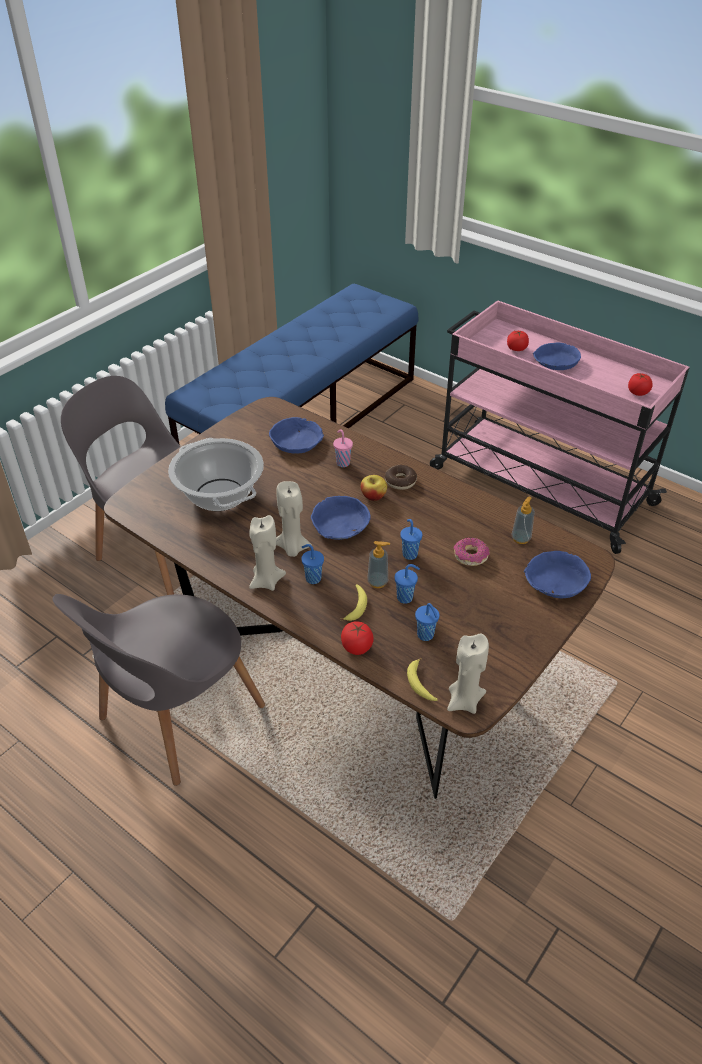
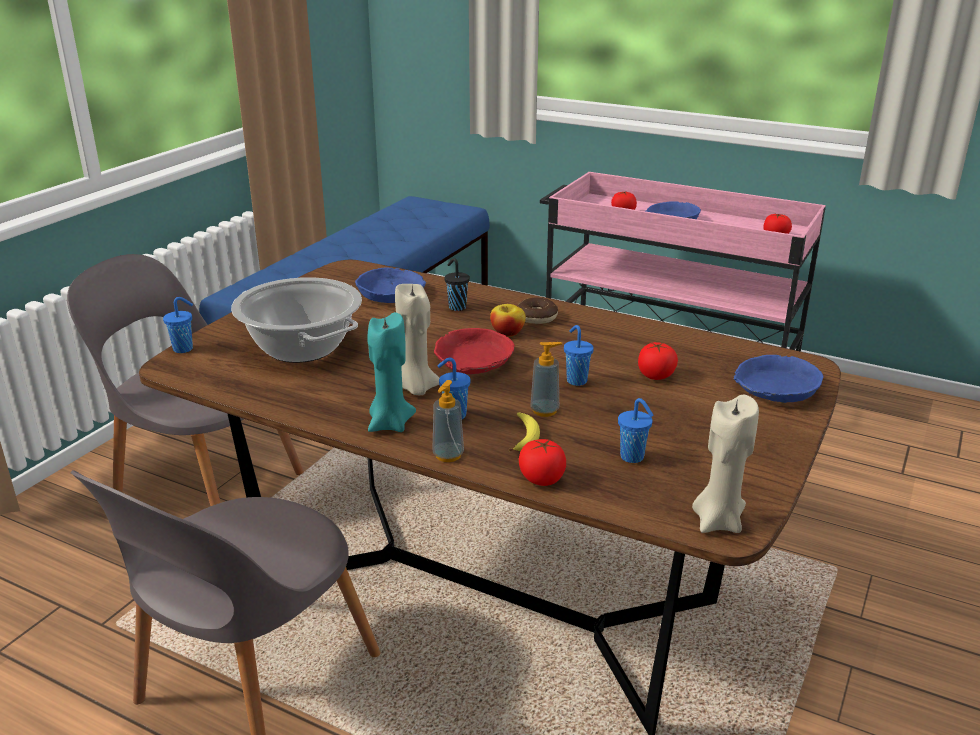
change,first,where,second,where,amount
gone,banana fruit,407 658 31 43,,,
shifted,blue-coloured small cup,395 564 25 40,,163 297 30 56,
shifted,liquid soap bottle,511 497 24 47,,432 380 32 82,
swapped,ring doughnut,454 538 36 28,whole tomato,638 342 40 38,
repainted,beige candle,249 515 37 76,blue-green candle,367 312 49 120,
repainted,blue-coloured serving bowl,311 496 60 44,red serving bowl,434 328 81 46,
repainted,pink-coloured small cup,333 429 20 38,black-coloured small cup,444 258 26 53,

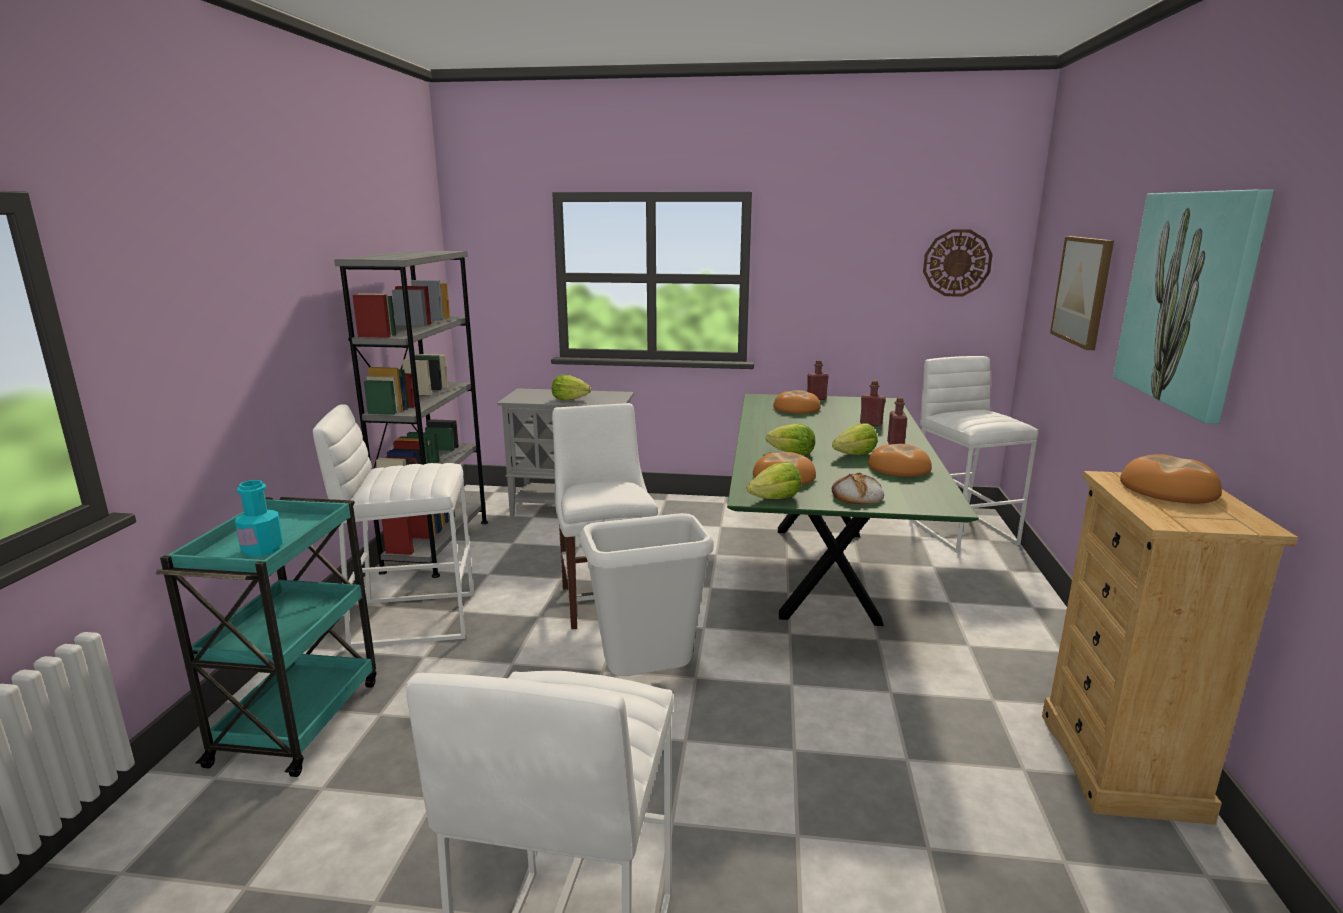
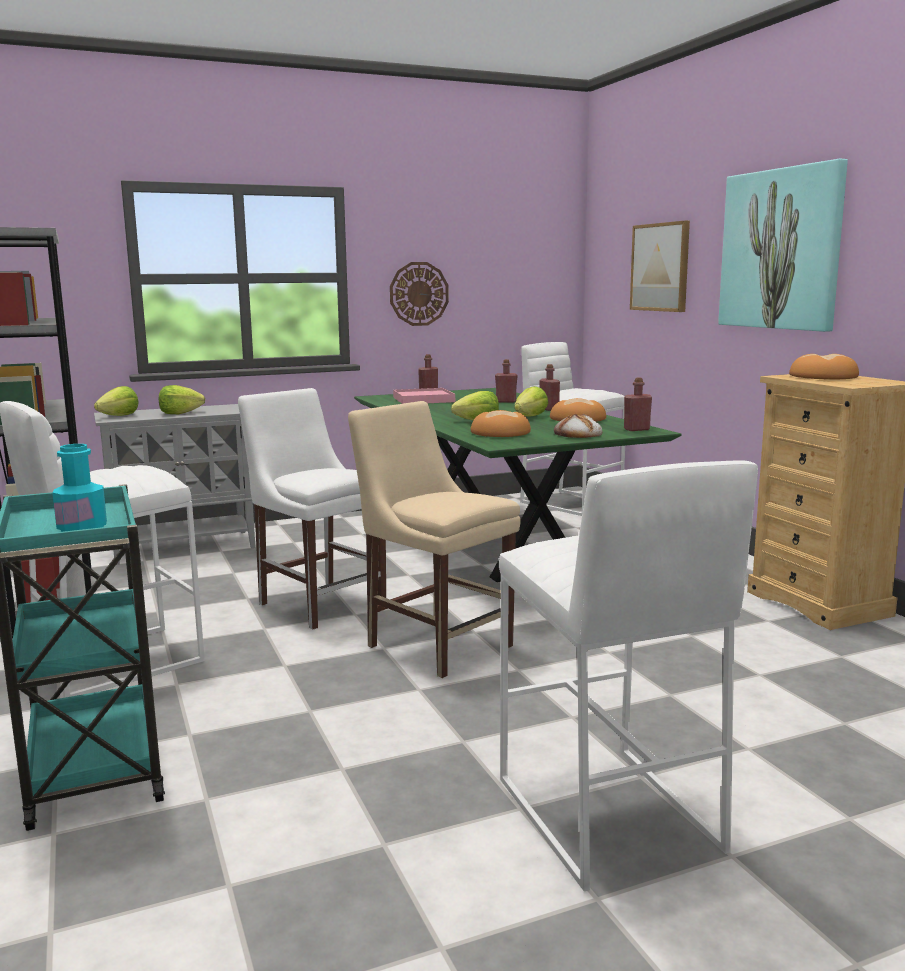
change,first,where,second,where,amount
new,,,red bottle,624 377 28 54,
shifted,lettuce head,747 462 54 37,,94 386 45 30,
shifted,clock on the wall,923 229 70 68,,390 262 59 64,
swapped,white-coloured waste bin,580 513 134 163,beige upright chair,348 401 173 277,
swapped,baked bread,773 390 48 24,pink-coloured serving tray,393 388 62 16,

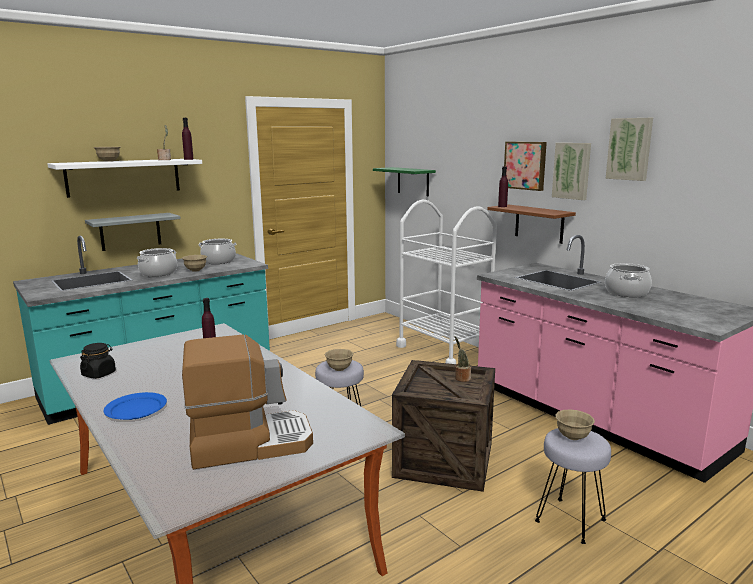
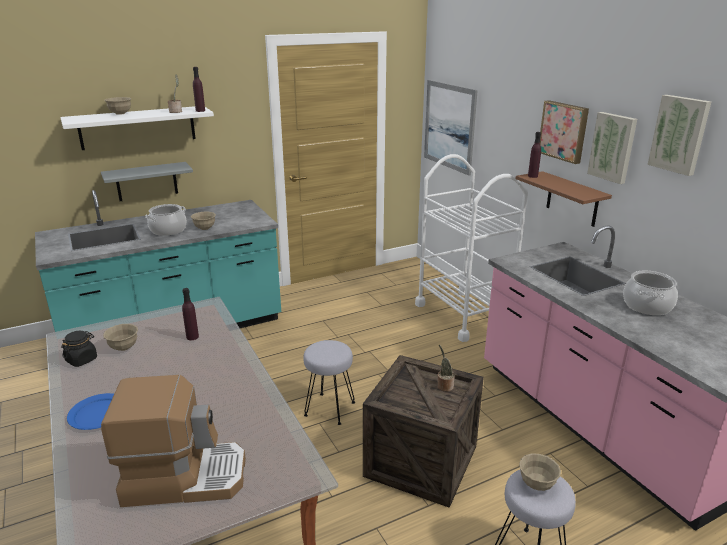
change,first,where,second,where,amount
gone,cooking pot,199 239 38 25,,,
shifted,beige serving bowl,325 349 29 22,,103 324 35 27,
swapped,green bracket shelf,373 167 63 29,wall picture,424 80 54 96,

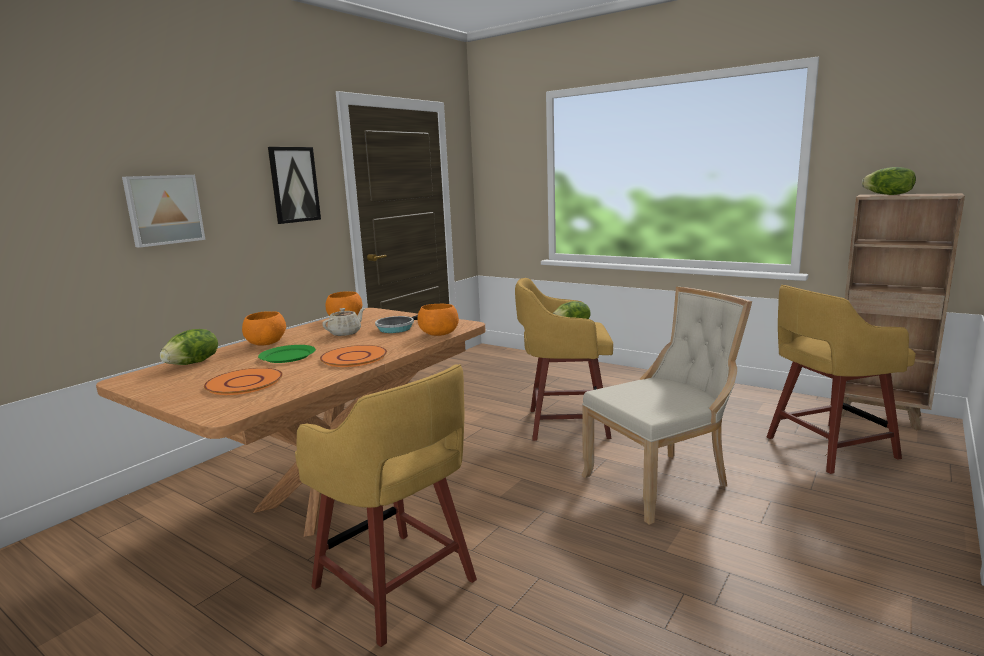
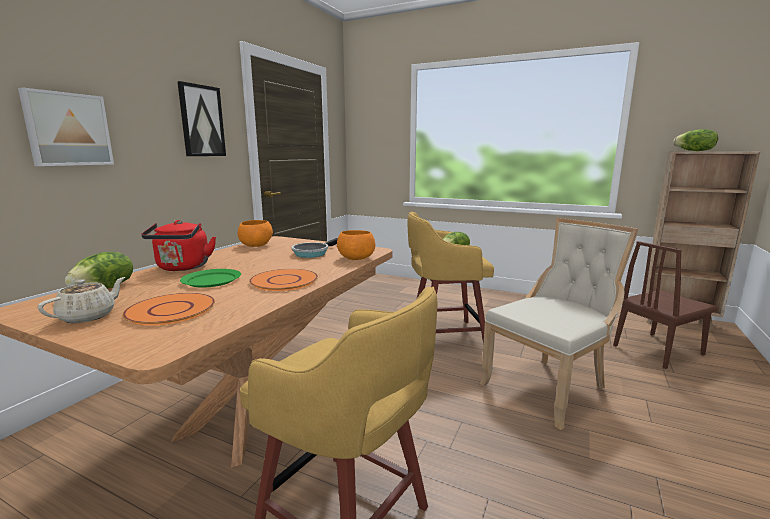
change,first,where,second,where,amount
shifted,beige teapot,322 308 43 28,,38 277 87 46,
swapped,orangey serving bowl,242 311 44 35,red kettle,141 220 75 51,
swapped,yellow-coloured stool seat,767 285 149 189,brown upright chair,613 241 105 128,

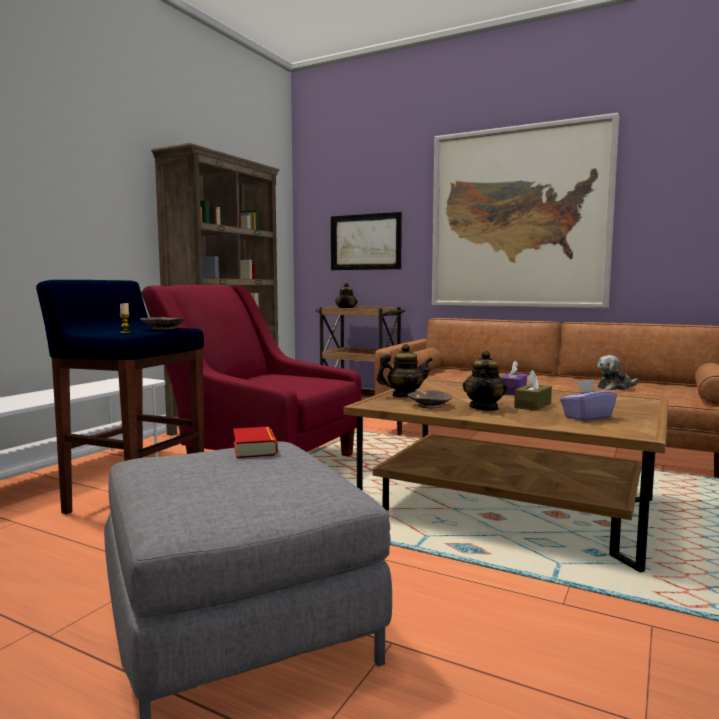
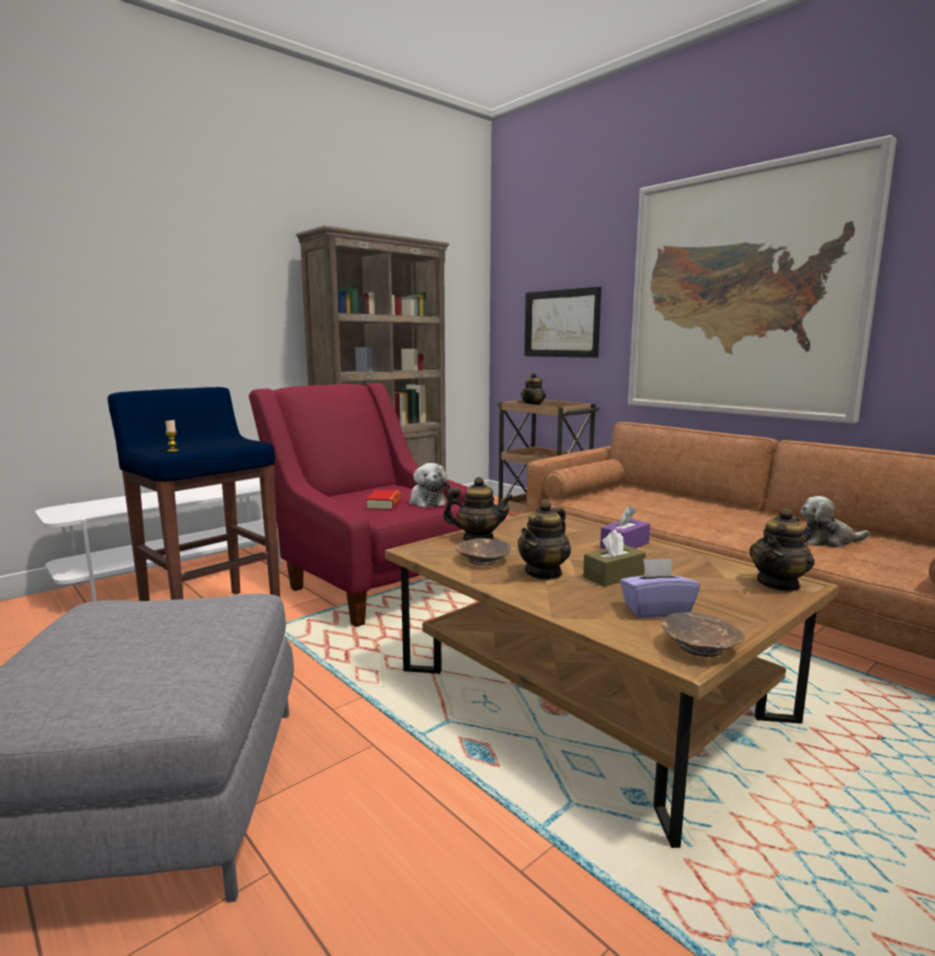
change,first,where,second,where,amount
new,,,cuddly toy,409 463 41 44,
new,,,teapot,749 508 66 84,
shifted,brown serving bowl,140 317 46 13,,662 612 83 45,
shifted,book,233 426 45 32,,366 490 35 20,

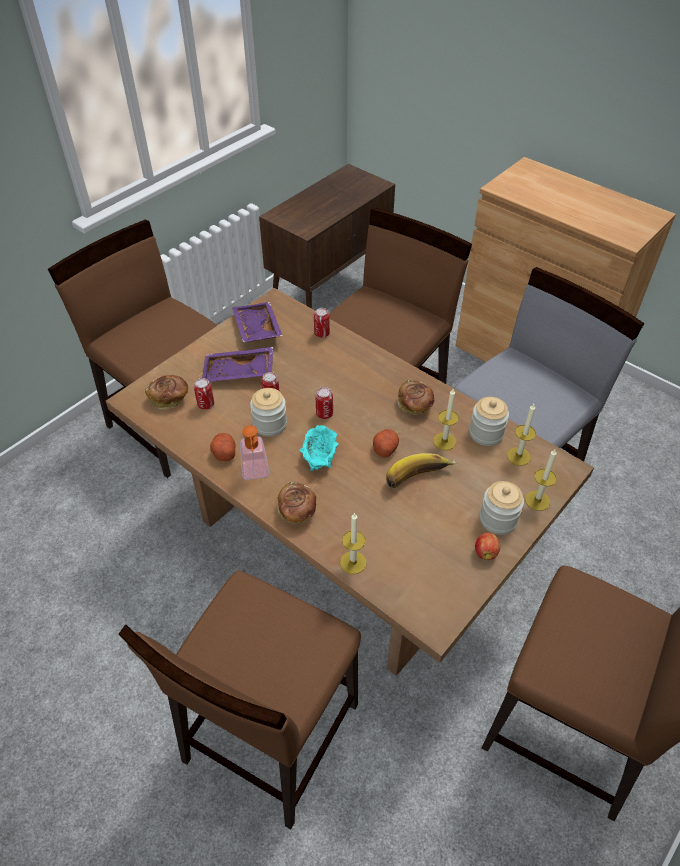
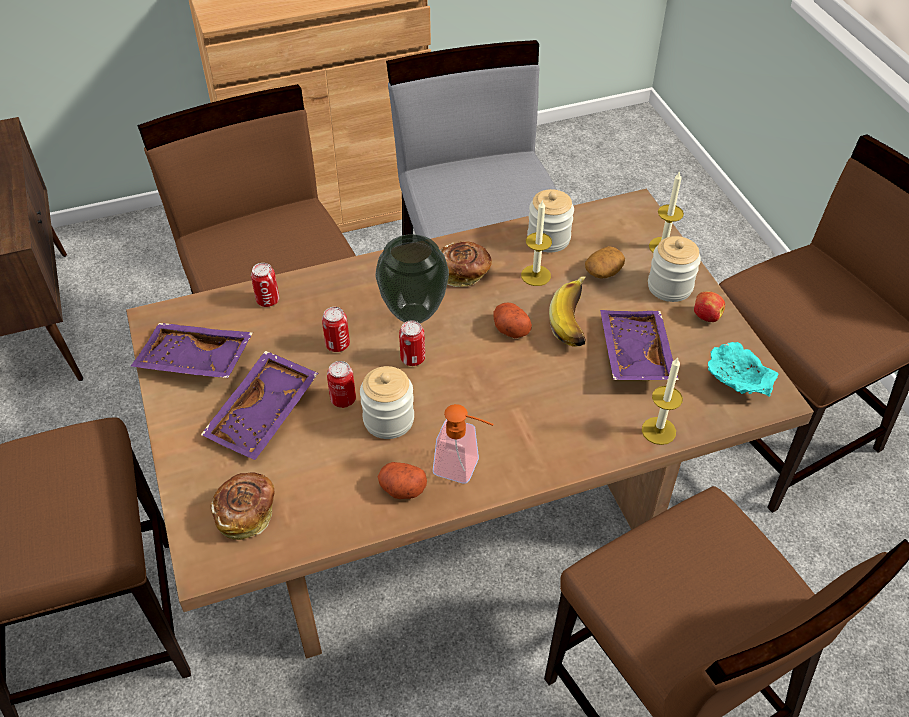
change,first,where,second,where,amount
gone,baked bread,277 482 39 42,,,
gone,candle,507 404 29 62,,,
new,,,vase,376 234 73 89,
new,,,spud,585 246 40 32,
new,,,purplish serving tray,600 310 79 70,
shifted,can,194 378 20 32,,322 307 28 45,
shifted,blue-green serving bowl,299 425 39 46,,708 342 71 55,

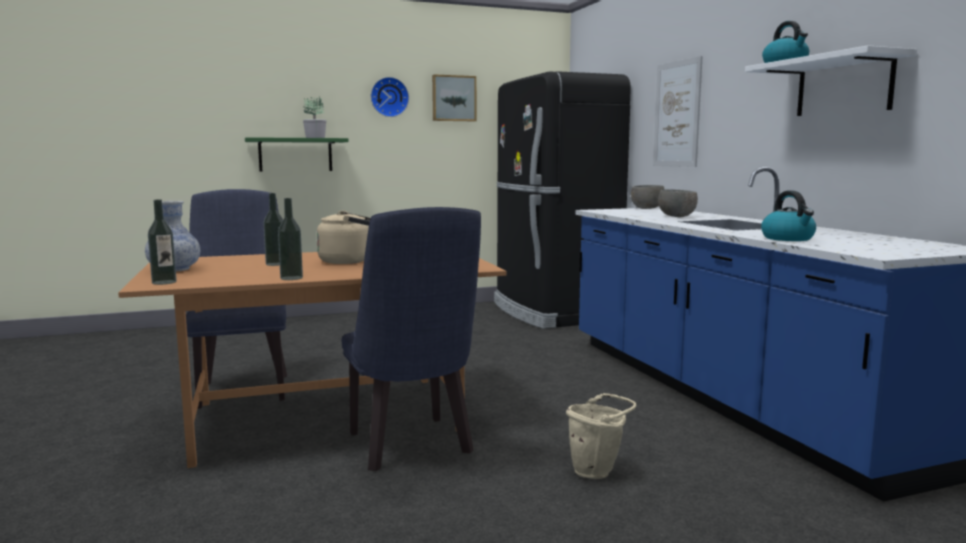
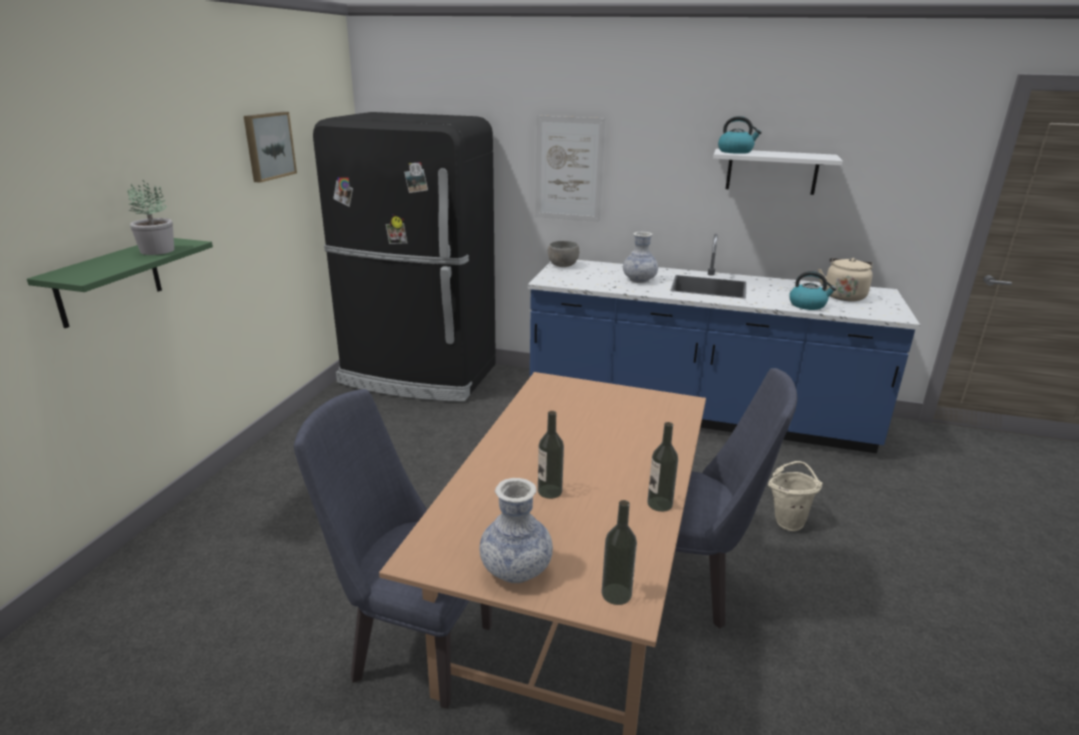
change,first,where,second,where,amount
gone,clock on the wall,371 77 38 40,,,
shifted,beige kettle,317 211 54 53,,818 258 55 43,
swapped,grey serving bowl,658 189 40 28,vase,623 232 35 51,

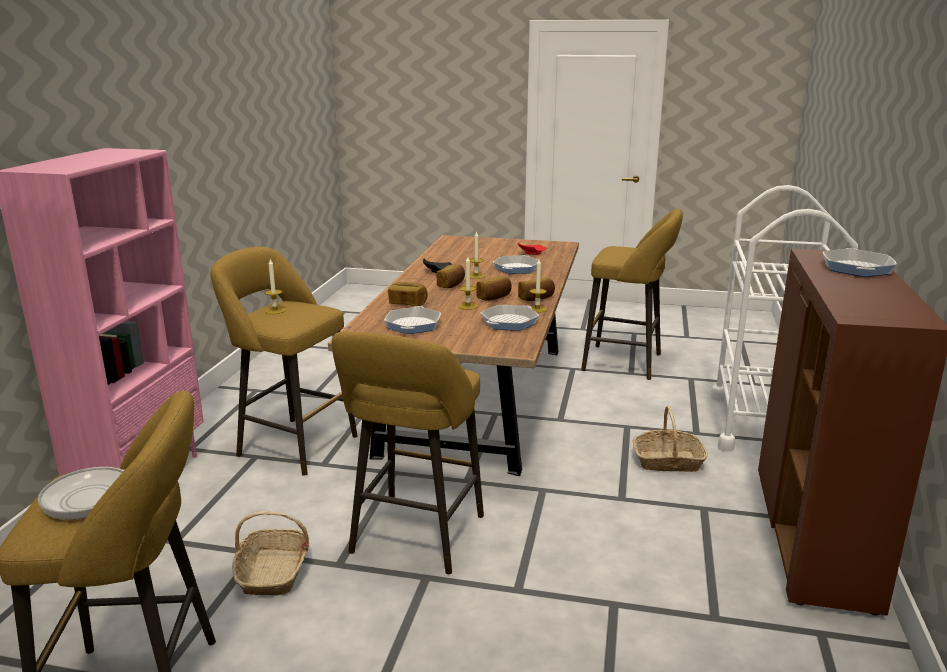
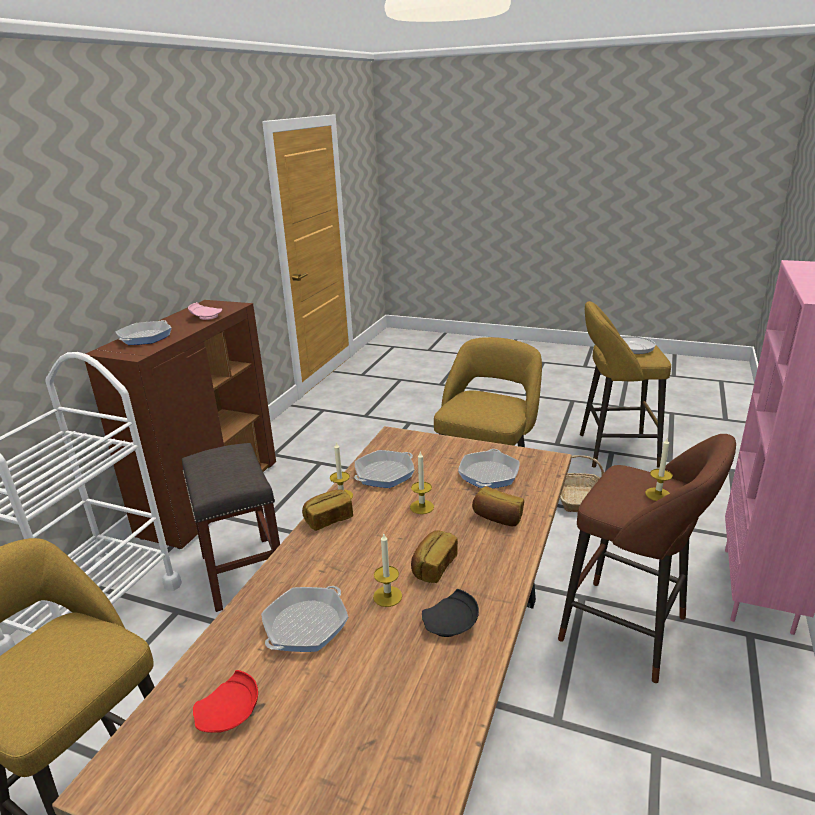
change,first,where,second,where,amount
gone,baked bread,476 276 36 25,,,
new,,,pink-coloured dinner plate,188 302 34 18,
swapped,storage basket,632 406 76 66,grey stool seat,182 443 98 169,
repainted,yellow-coloured stool seat,210 247 148 228,brown stool seat,558 434 178 249,

